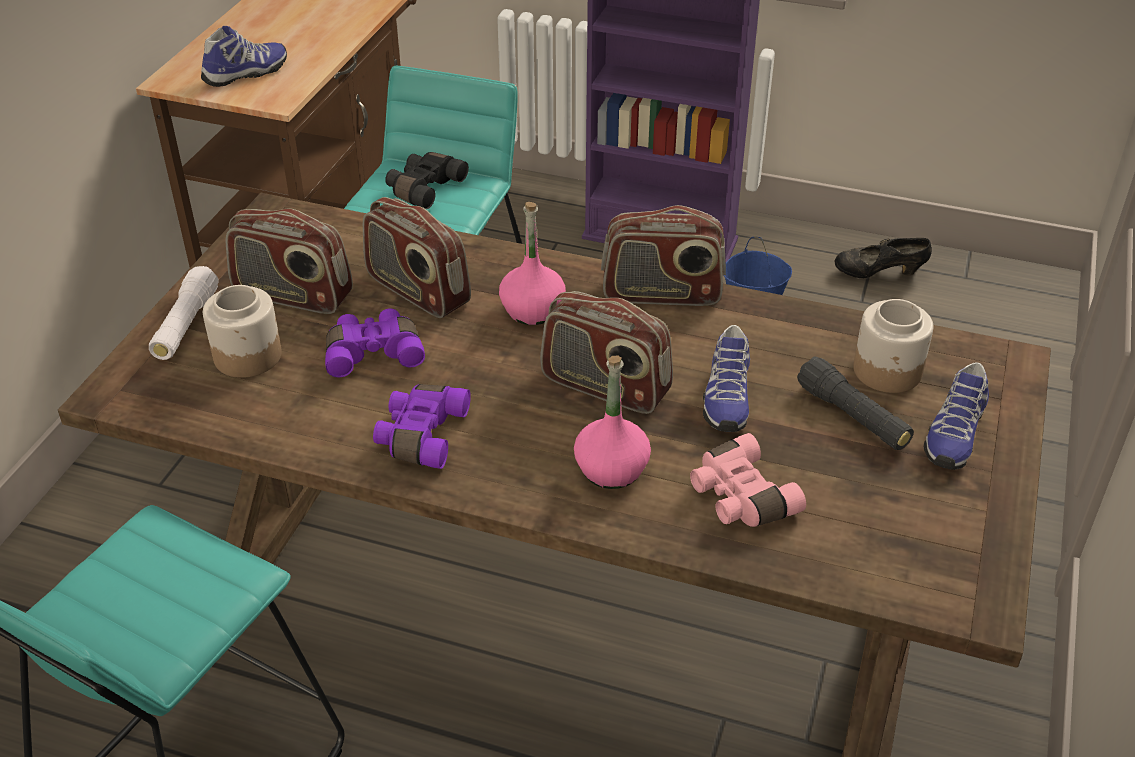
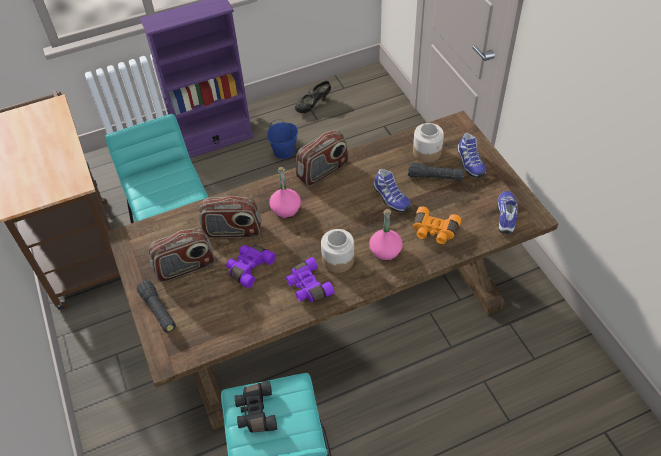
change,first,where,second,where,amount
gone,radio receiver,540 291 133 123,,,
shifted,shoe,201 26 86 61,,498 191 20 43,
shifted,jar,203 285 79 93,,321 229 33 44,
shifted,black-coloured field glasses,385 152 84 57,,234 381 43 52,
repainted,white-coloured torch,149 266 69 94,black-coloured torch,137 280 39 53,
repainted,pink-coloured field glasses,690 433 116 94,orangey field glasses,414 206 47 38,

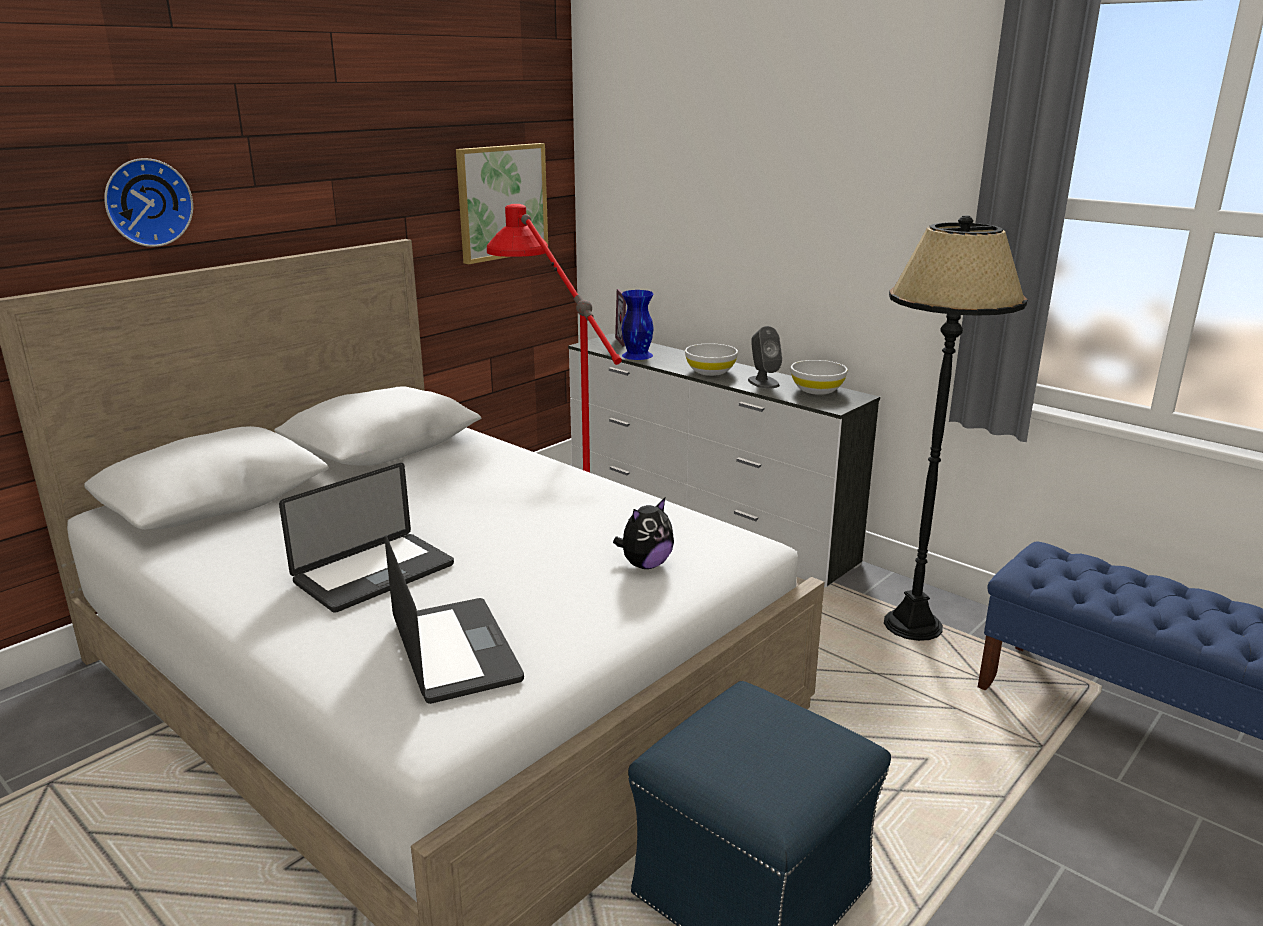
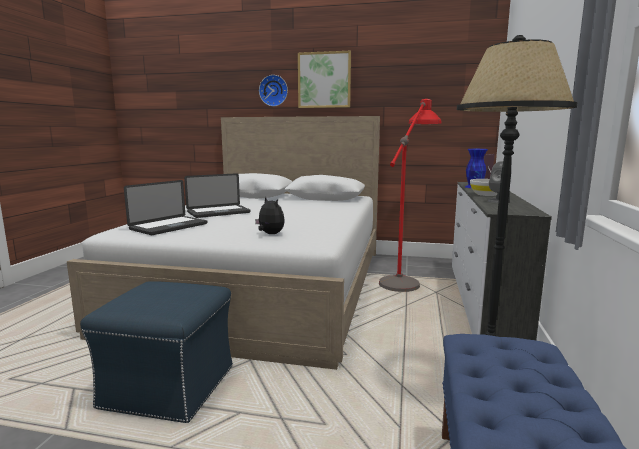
change,first,where,second,where,amount
gone,white-coloured serving bowl,791 360 57 35,,,
shifted,wall picture,456 143 92 121,,298 51 53 57,
rotated,laptop,279 463 175 150,,184 173 67 45,45 degrees counterclockwise
rotated,cuddly toy,613 498 61 71,,255 197 30 37,150 degrees counterclockwise

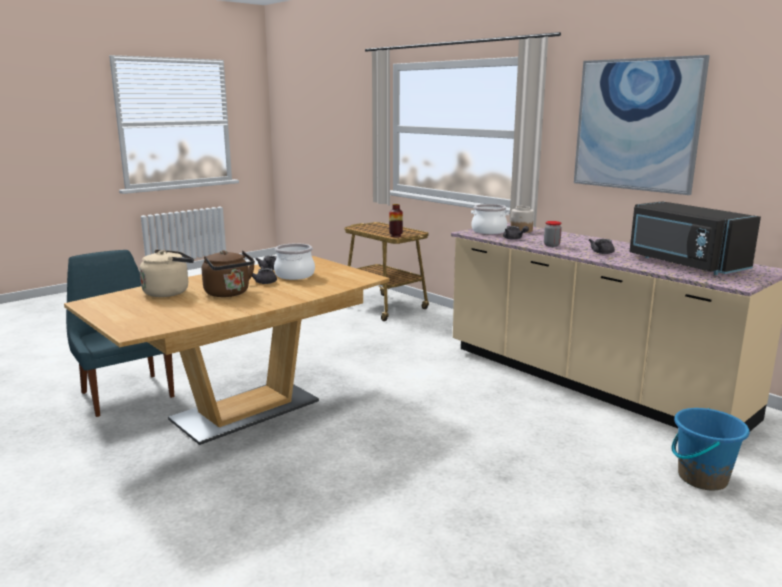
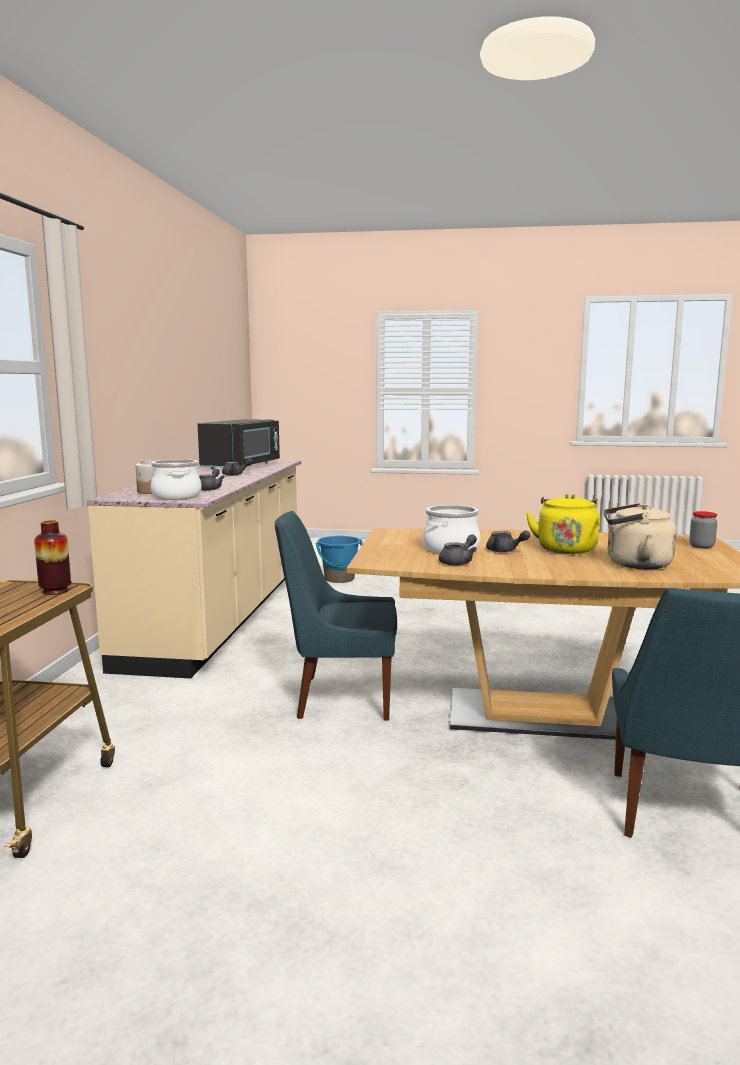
change,first,where,second,where,amount
gone,wall picture,574 55 136 140,,,
new,,,blue-coloured upright chair,275 511 122 210,
shifted,jar,544 221 18 26,,689 511 28 38,
repainted,brown kettle,202 250 53 47,yellow-coloured kettle,526 494 73 60,

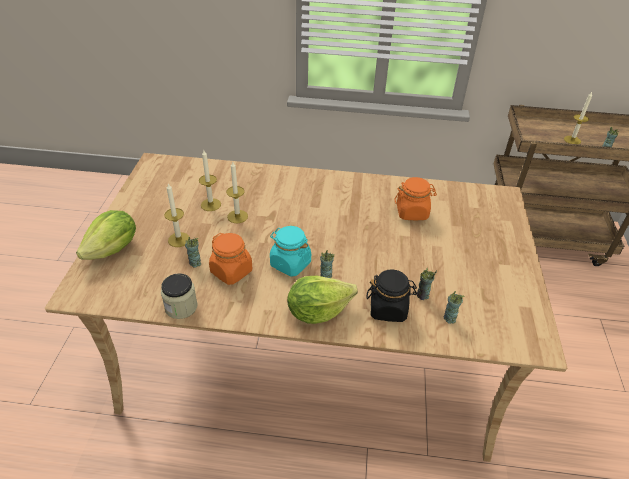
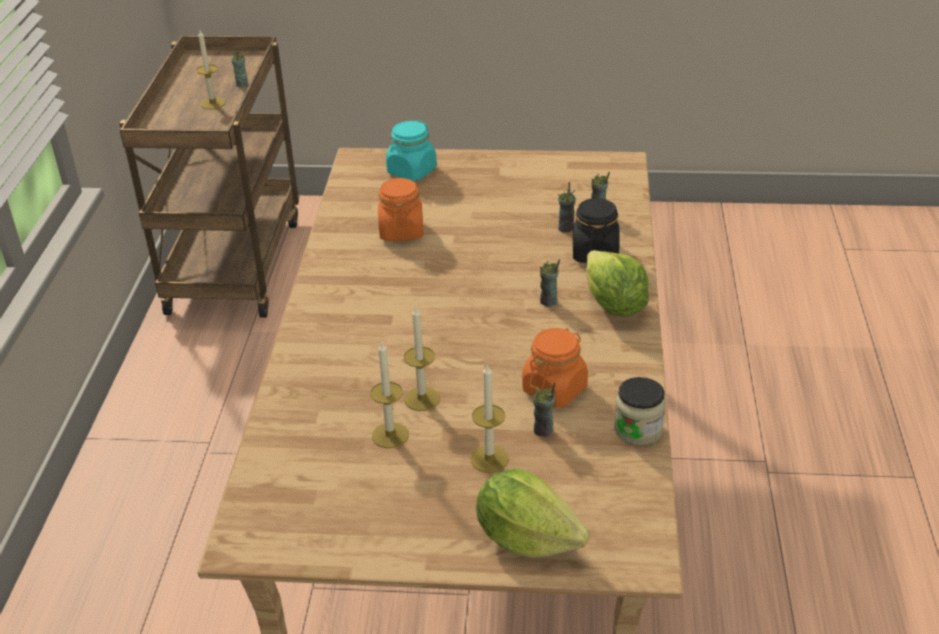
change,first,where,second,where,amount
shifted,blue-green jar,270 226 41 51,,386 120 51 61,

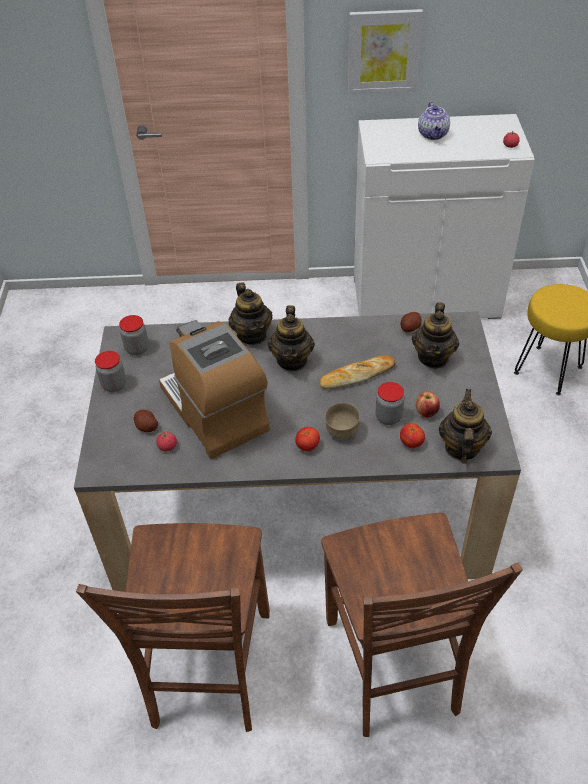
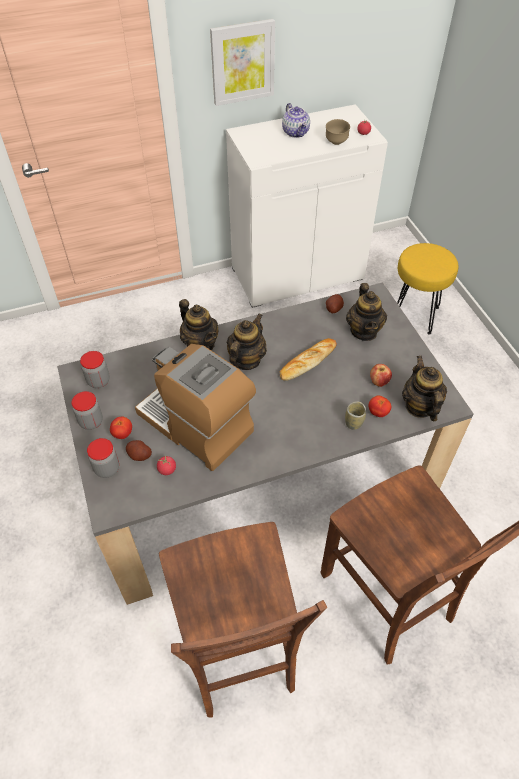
change,first,where,second,where,amount
new,,,small cup,345 401 21 29,
shifted,whole tomato,295 427 25 24,,110 417 22 22,
shifted,brown serving bowl,325 402 35 37,,326 119 24 26,
shifted,jar,375 382 29 43,,87 438 32 40,
rotated,teapot,268 305 47 66,,227 313 40 57,135 degrees counterclockwise

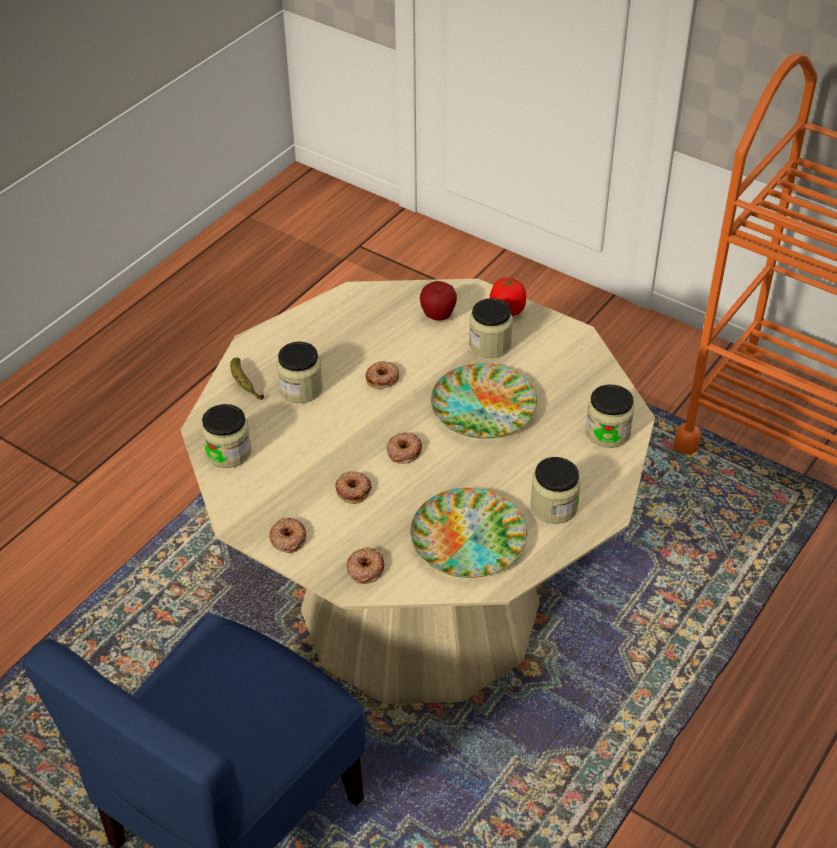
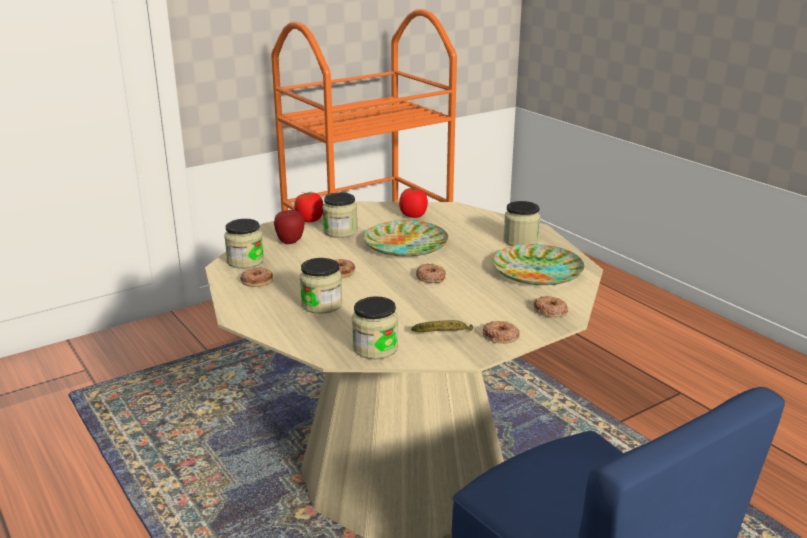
change,first,where,second,where,amount
new,,,whole tomato,399 188 29 30,
shifted,banana fruit,230 357 34 43,,411 320 62 12,
shifted,ring doughnut,335 471 37 33,,240 267 33 20,
shifted,jar,585 385 49 63,,224 219 40 49,

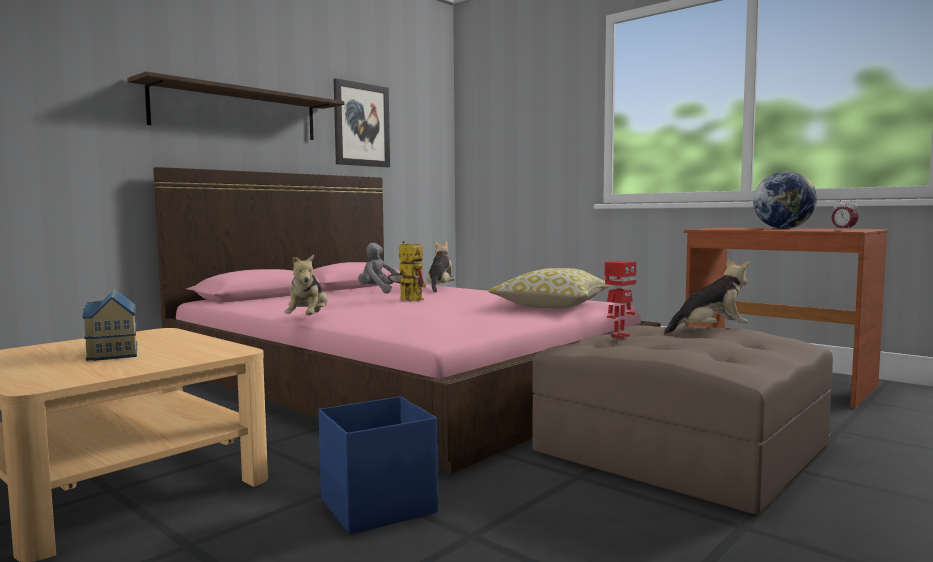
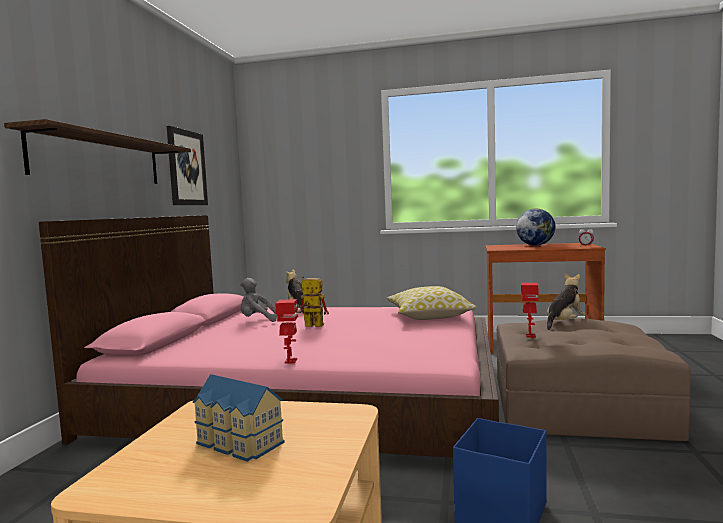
change,first,where,second,where,amount
swapped,cuddly toy,285 254 43 61,toy robot,275 299 23 64,

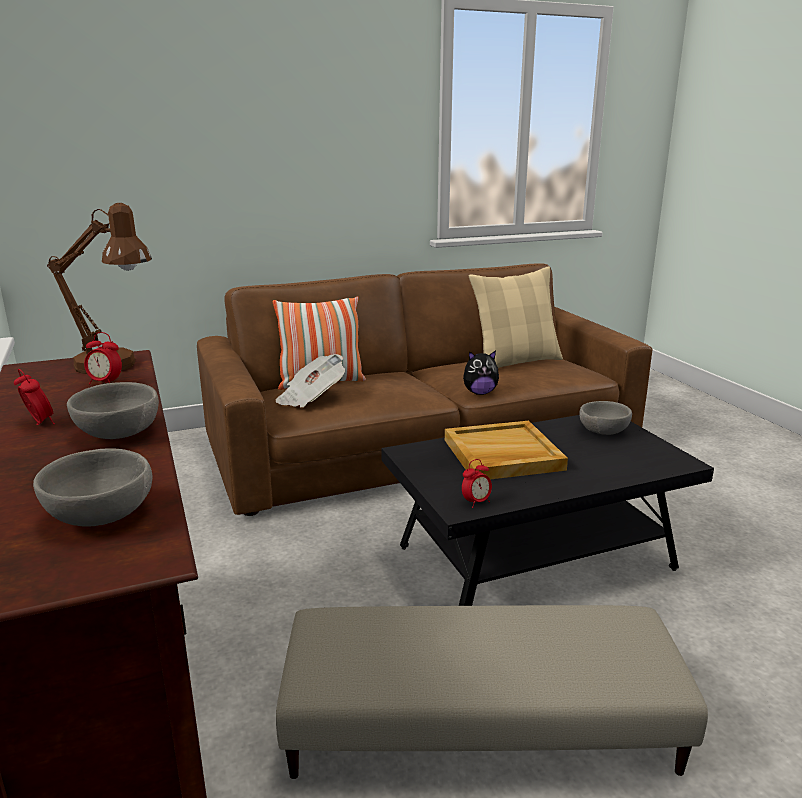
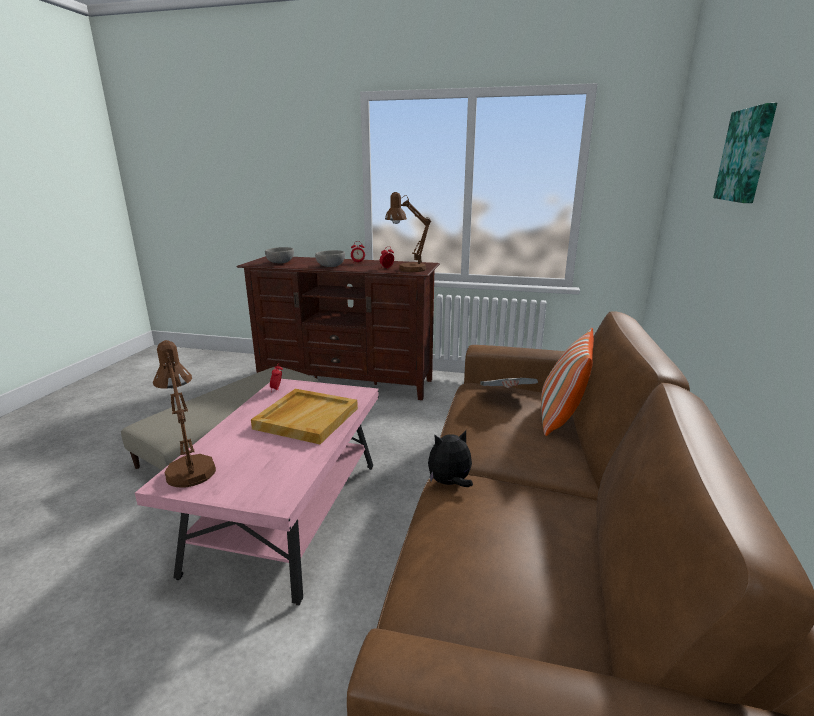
change,first,where,second,where,amount
gone,beige cushion,469 266 94 102,,,
gone,grey serving bowl,579 401 53 34,,,
new,,,brown table lamp,153 340 63 148,
new,,,wall picture,713 103 64 100,
repainted,black-coloured lounge table,381 415 333 191,pink-coloured lounge table,135 379 244 227,
rotated,cuddly toy,463 350 36 45,,428 430 45 57,45 degrees clockwise

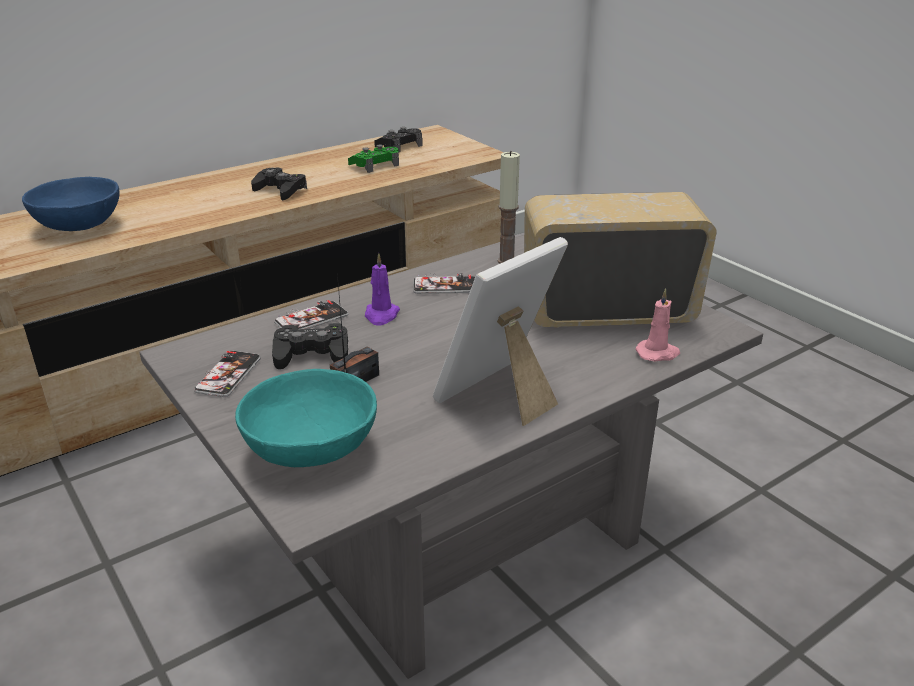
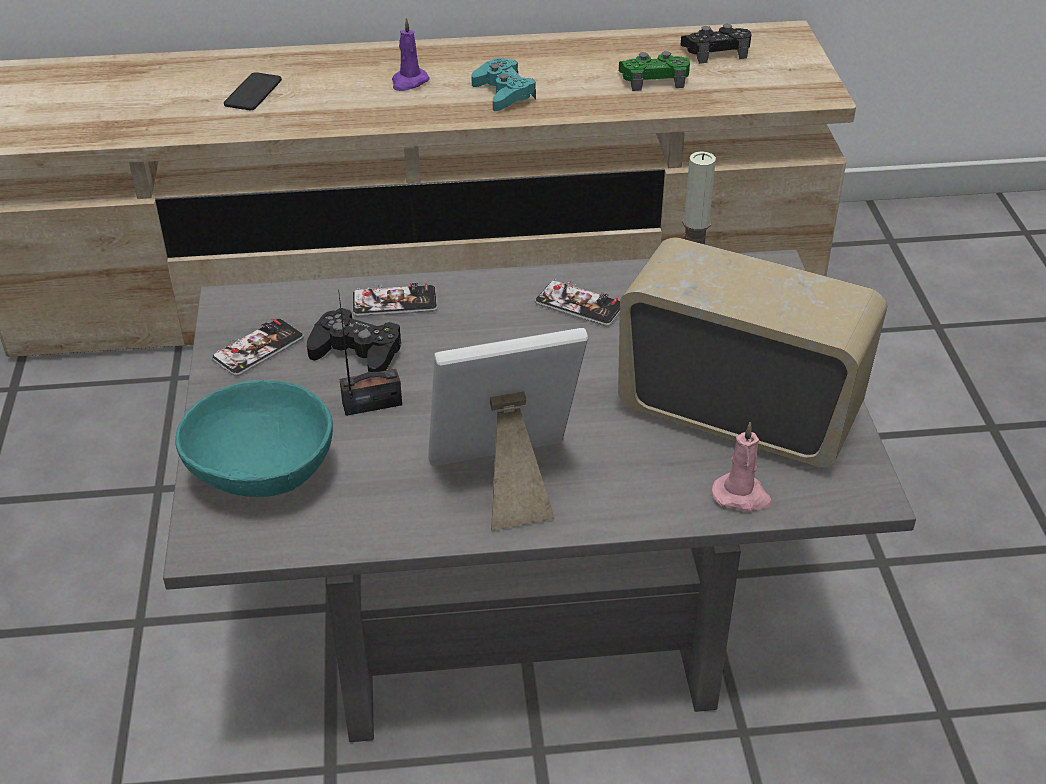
change,first,where,second,where,amount
shifted,purplish candle,365 253 35 72,,392 18 38 73,
swapped,blue-coloured serving bowl,22 177 97 54,telephone,224 72 58 38,
repainted,black-coloured game controller,251 167 56 33,blue-green game controller,471 58 65 53,

